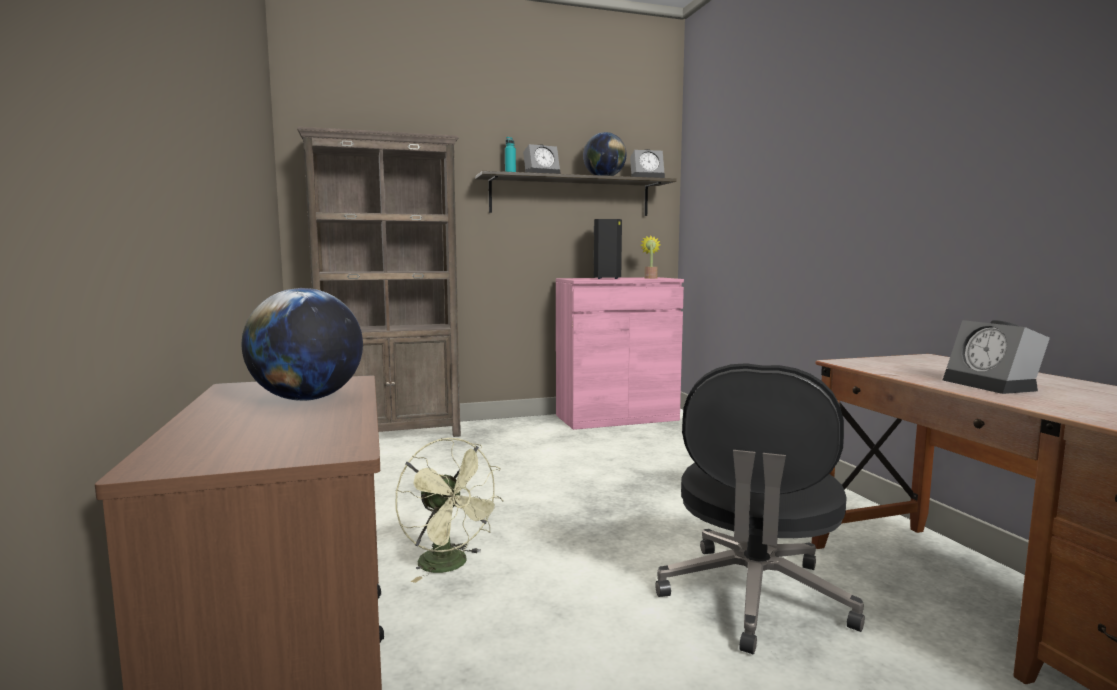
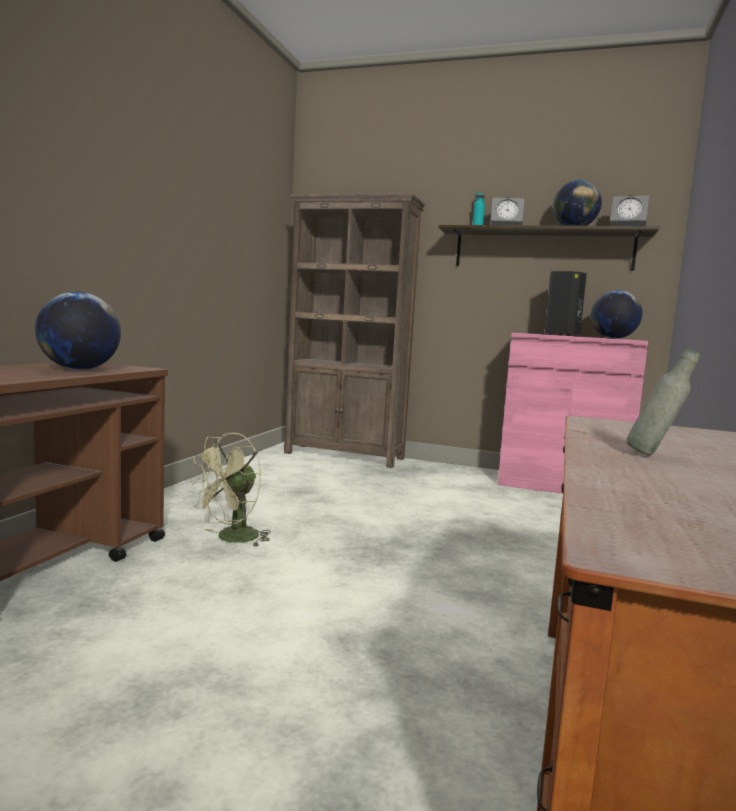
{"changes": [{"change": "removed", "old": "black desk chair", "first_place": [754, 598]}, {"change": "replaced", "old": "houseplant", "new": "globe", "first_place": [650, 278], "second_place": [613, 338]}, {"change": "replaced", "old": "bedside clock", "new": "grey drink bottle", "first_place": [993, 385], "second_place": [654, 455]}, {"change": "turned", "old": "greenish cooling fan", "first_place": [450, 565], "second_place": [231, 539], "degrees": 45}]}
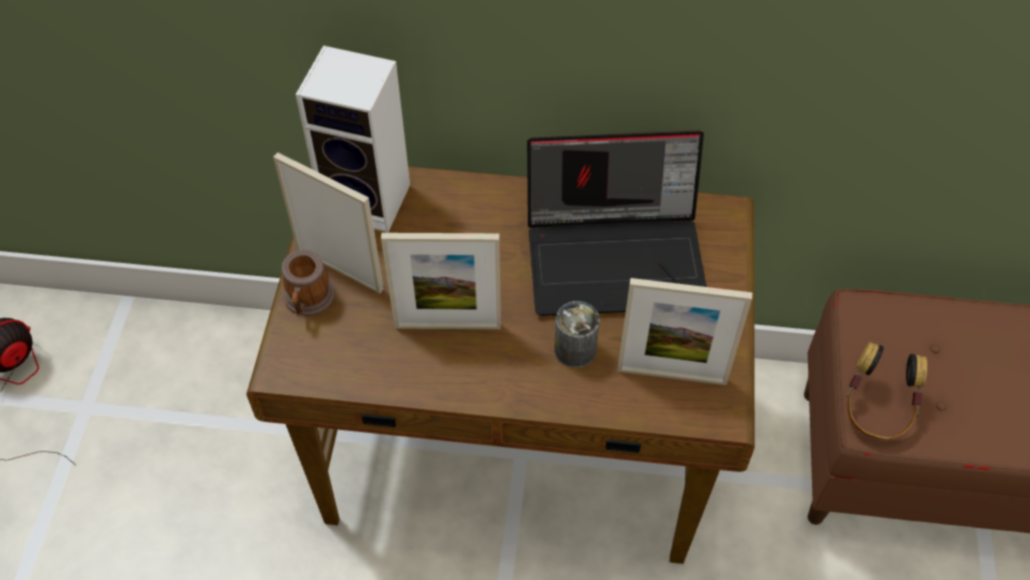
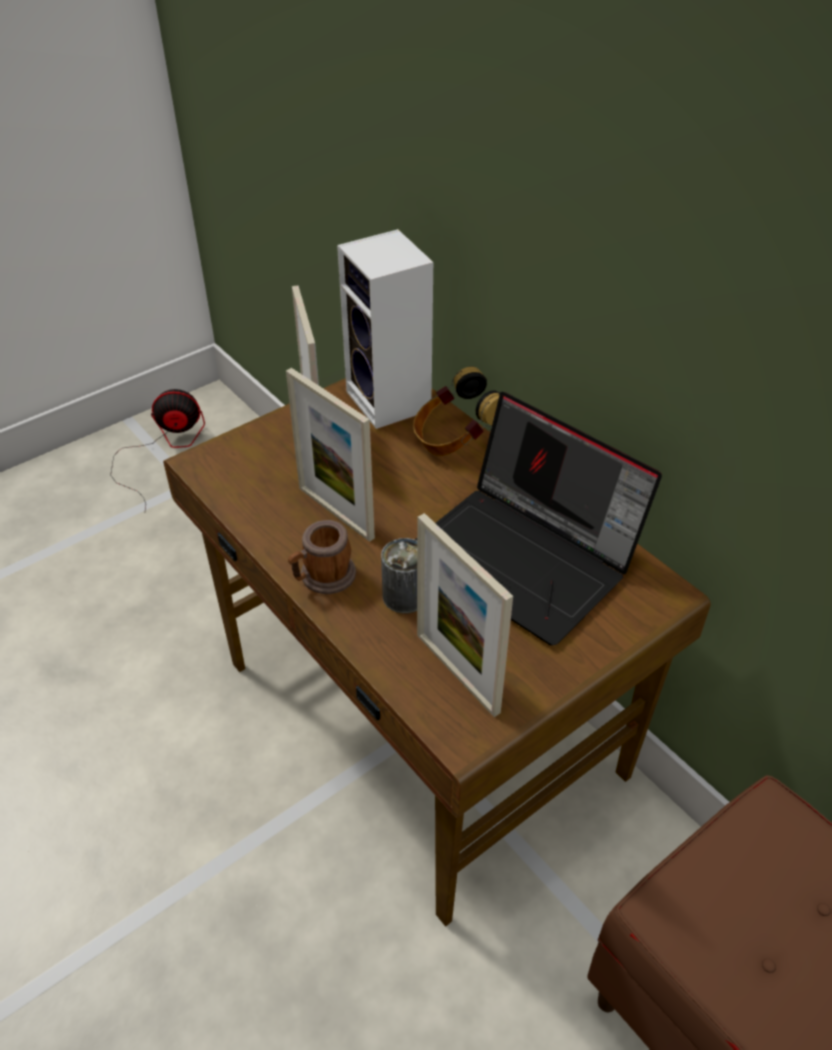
{"changes": [{"change": "moved", "old": "coffee mug", "first_place": [308, 301], "second_place": [323, 577]}, {"change": "moved", "old": "pair of headphones", "first_place": [876, 410], "second_place": [455, 439]}]}
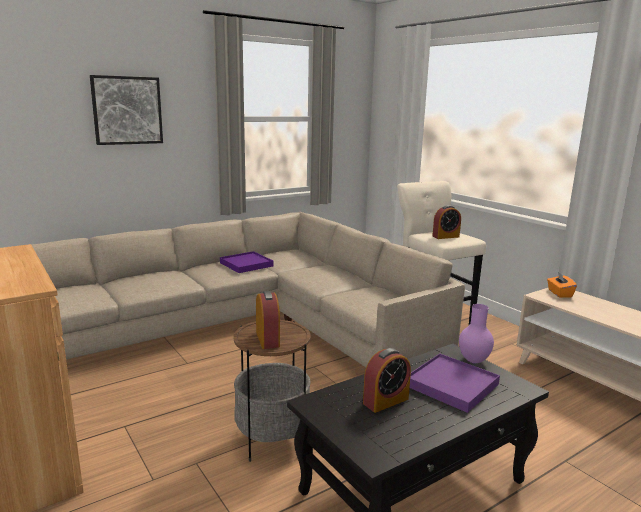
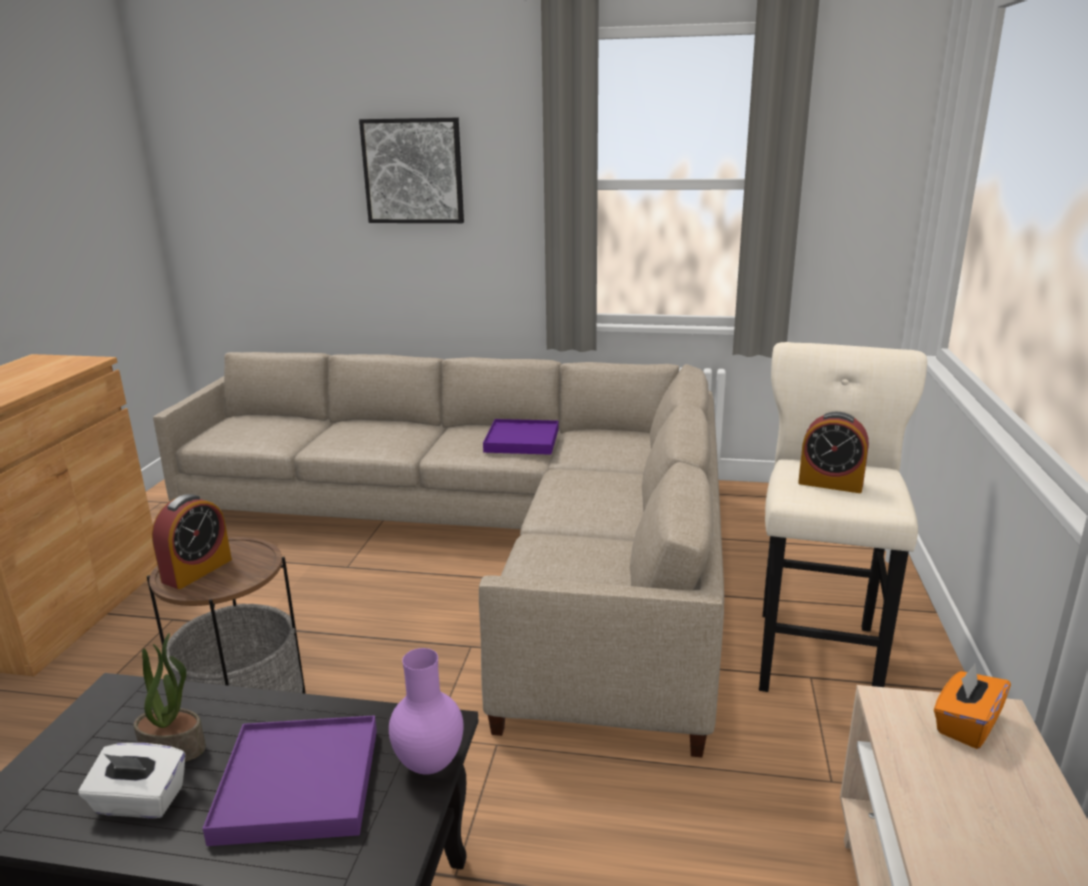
{"changes": [{"change": "added", "new": "whitish tissue box", "second_place": [139, 802]}, {"change": "replaced", "old": "bedside clock", "new": "houseplant", "first_place": [386, 401], "second_place": [174, 747]}]}
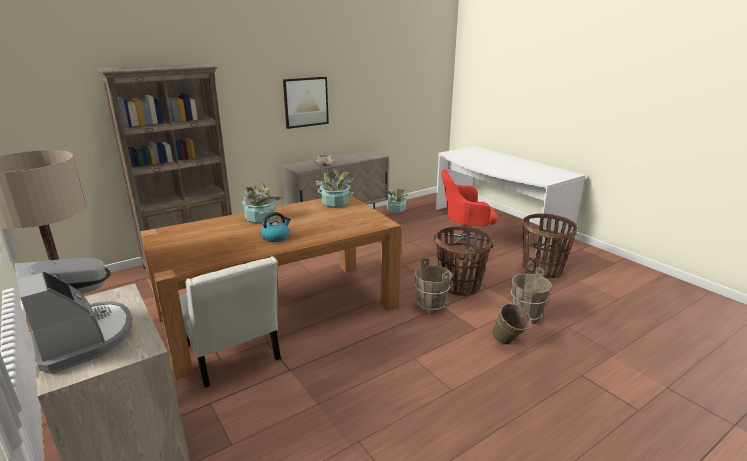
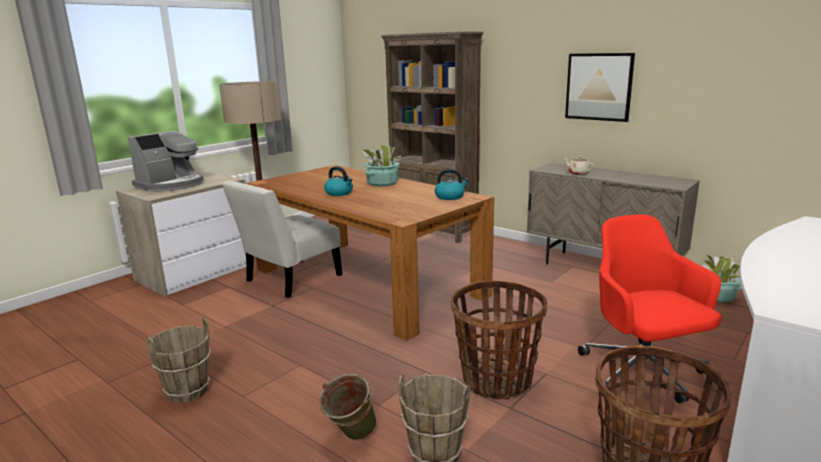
{"changes": [{"change": "moved", "old": "brownish water bucket", "first_place": [430, 307], "second_place": [187, 391]}, {"change": "replaced", "old": "houseplant", "new": "kettle", "first_place": [335, 203], "second_place": [450, 197]}]}
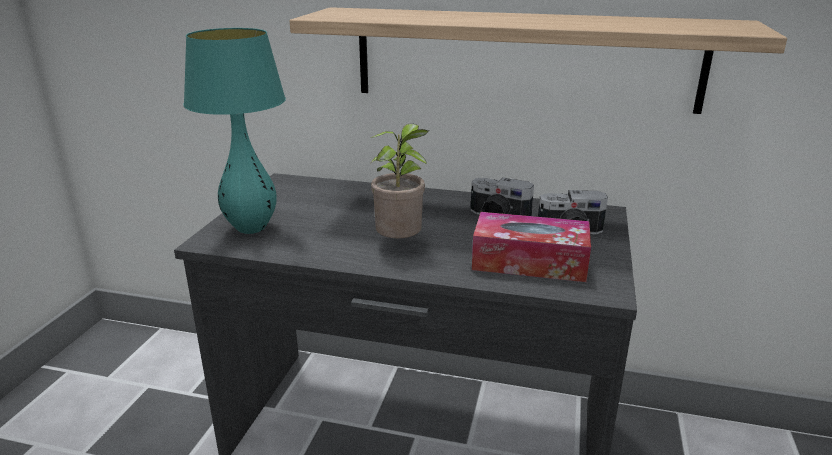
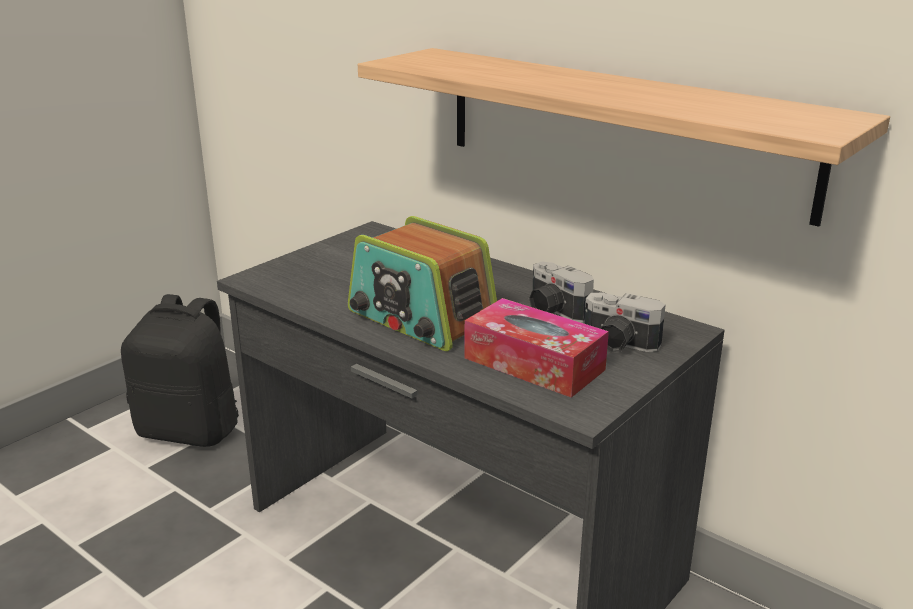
{"changes": [{"change": "removed", "old": "blue-green tabletop lamp", "first_place": [250, 228]}, {"change": "added", "new": "black rucksack", "second_place": [191, 430]}, {"change": "replaced", "old": "houseplant", "new": "radio set", "first_place": [401, 244], "second_place": [421, 318]}]}
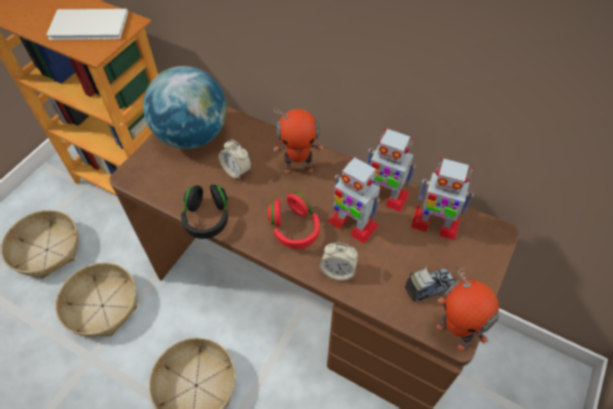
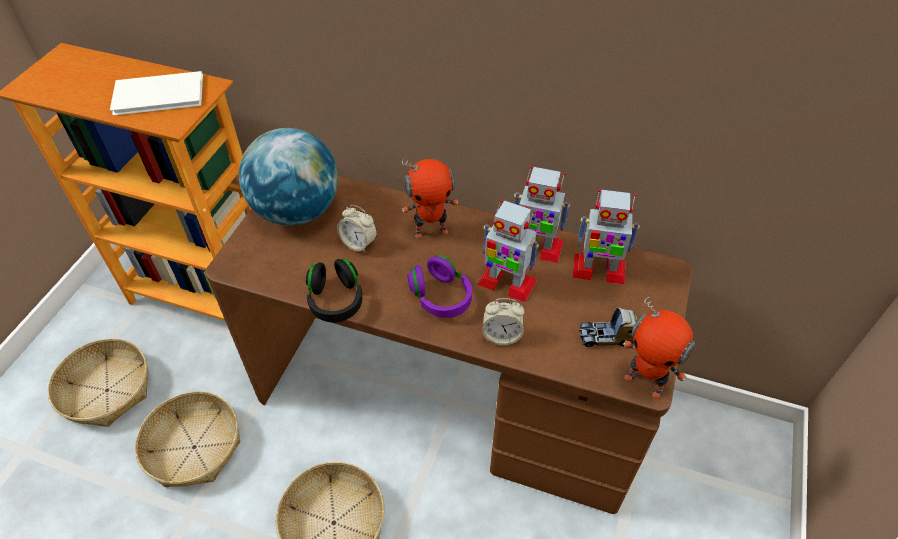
{"changes": [{"change": "recoloured", "old": "reddish pair of headphones", "new": "purple pair of headphones", "first_place": [294, 228], "second_place": [440, 297]}, {"change": "turned", "old": "model truck", "first_place": [429, 287], "second_place": [607, 337], "degrees": -150}]}
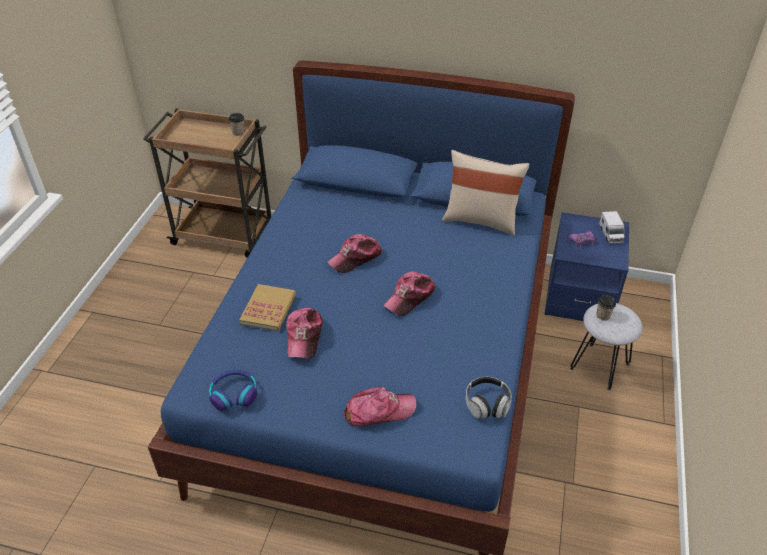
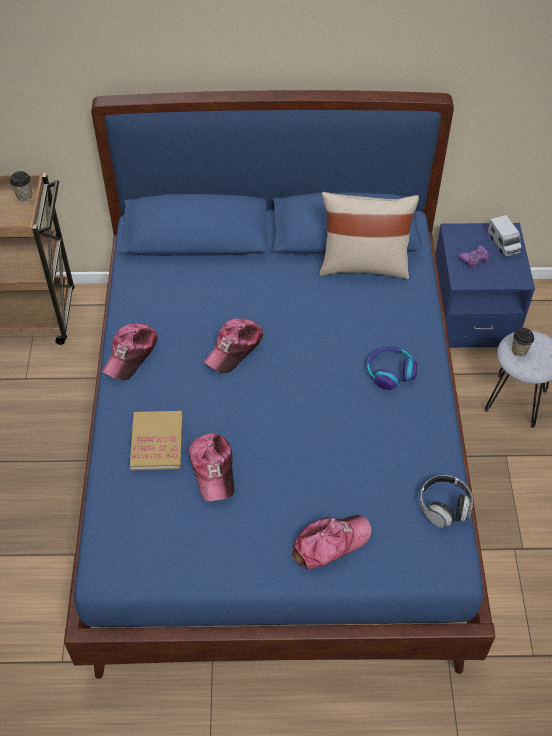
{"changes": [{"change": "moved", "old": "pair of headphones", "first_place": [234, 394], "second_place": [390, 371]}, {"change": "moved", "old": "baseball cap", "first_place": [410, 297], "second_place": [131, 355]}]}
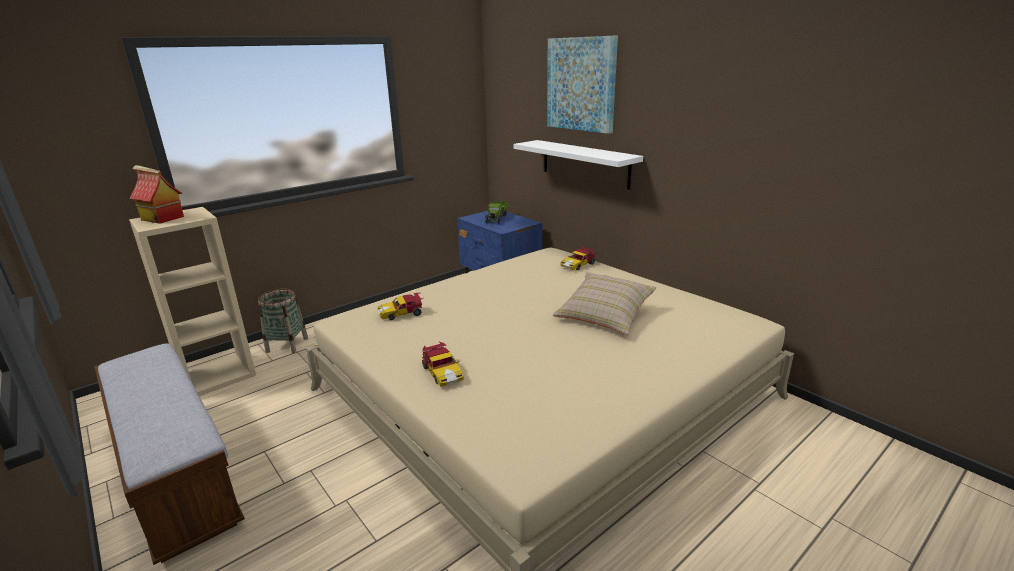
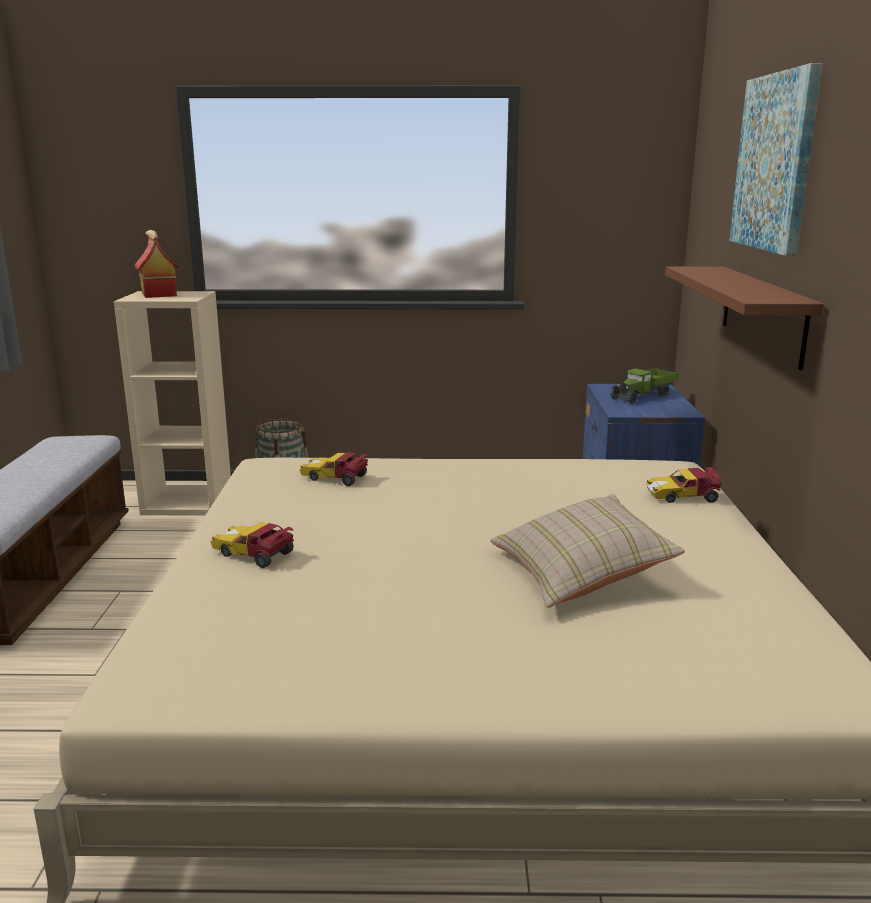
{"changes": [{"change": "recoloured", "old": "whitish wall shelf", "new": "brownish wall shelf", "first_place": [584, 163], "second_place": [762, 313]}, {"change": "turned", "old": "toy car", "first_place": [442, 373], "second_place": [255, 554], "degrees": 105}]}
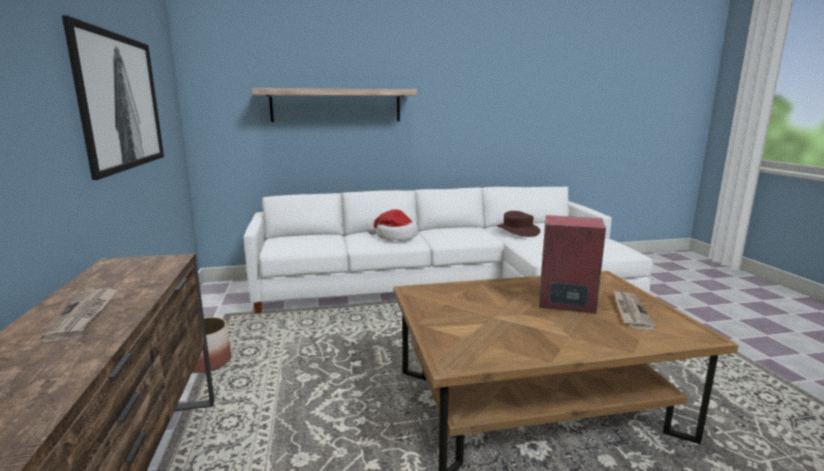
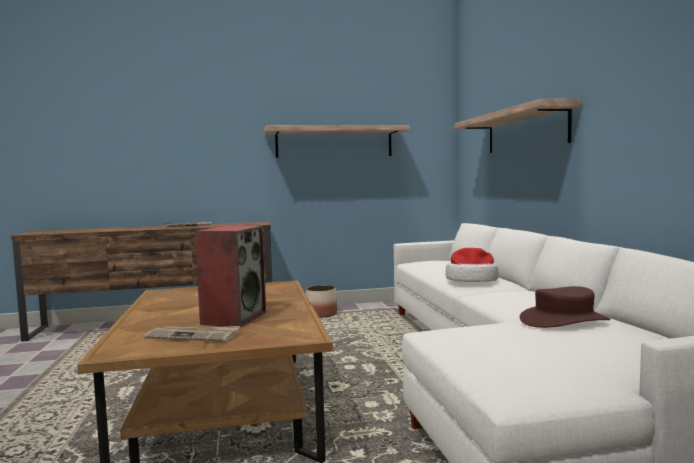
{"changes": [{"change": "replaced", "old": "picture", "new": "wall shelf", "first_place": [121, 102], "second_place": [334, 142]}]}
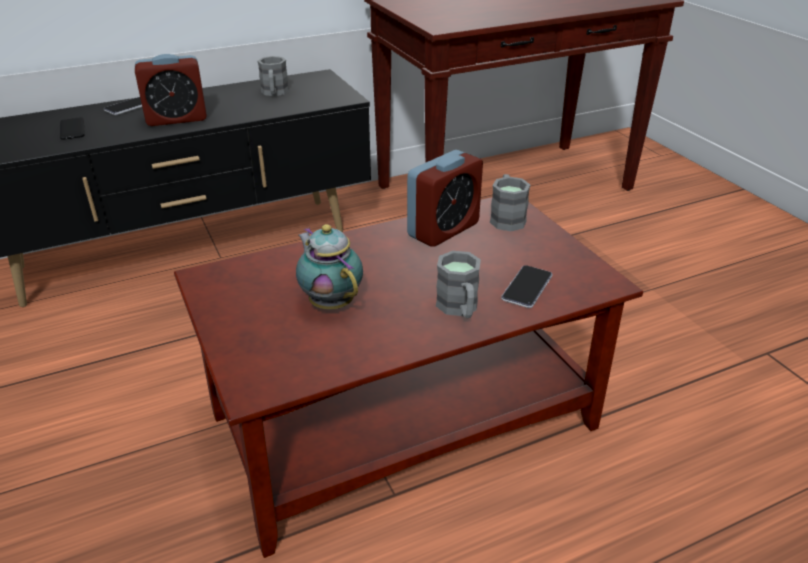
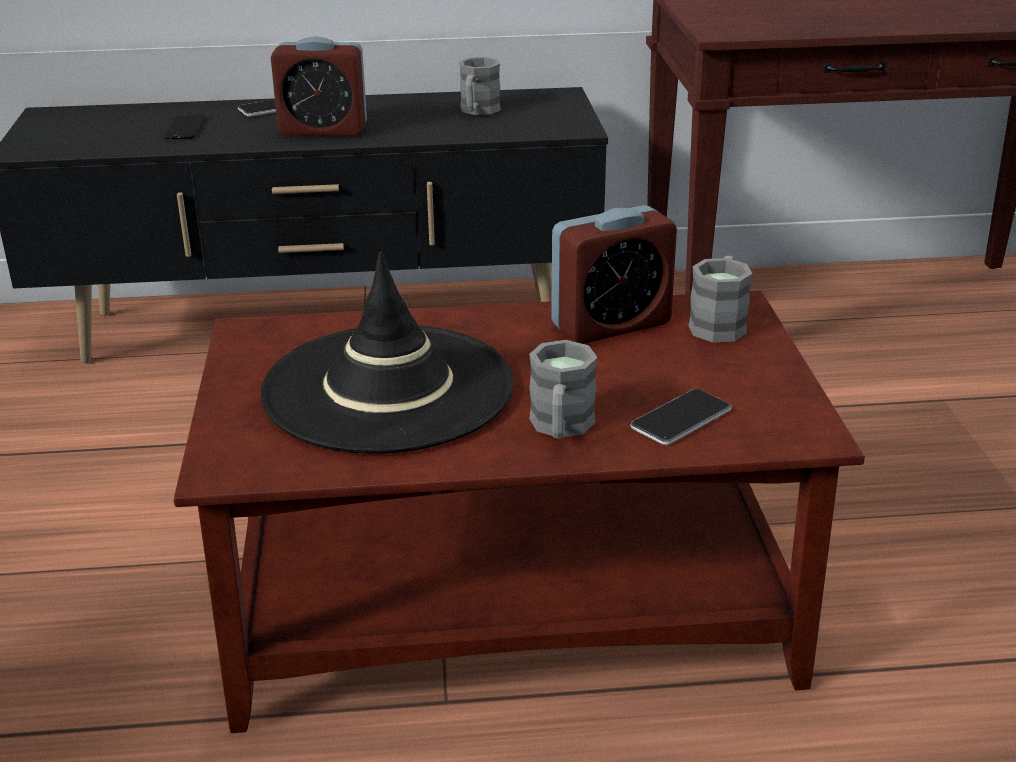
{"changes": [{"change": "replaced", "old": "pot for tea", "new": "black wearable hat", "first_place": [330, 302], "second_place": [388, 389]}]}
